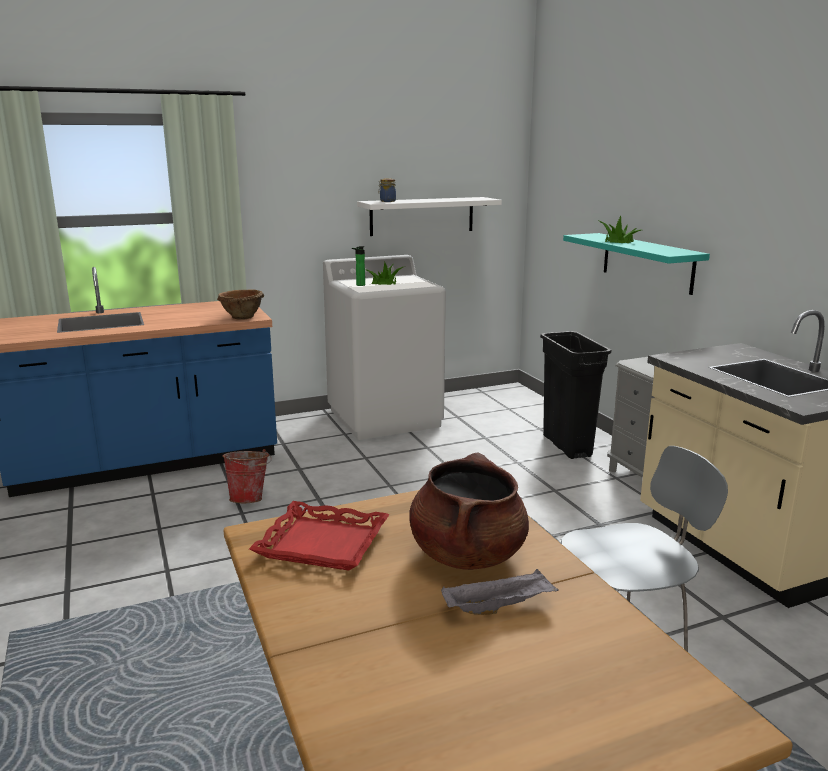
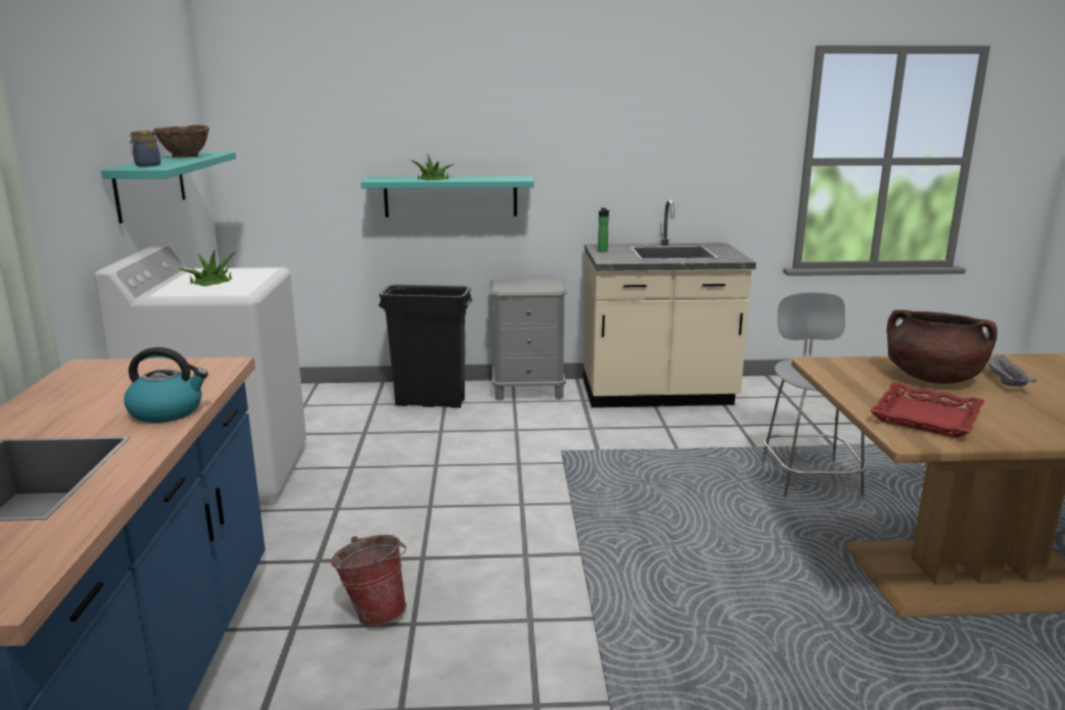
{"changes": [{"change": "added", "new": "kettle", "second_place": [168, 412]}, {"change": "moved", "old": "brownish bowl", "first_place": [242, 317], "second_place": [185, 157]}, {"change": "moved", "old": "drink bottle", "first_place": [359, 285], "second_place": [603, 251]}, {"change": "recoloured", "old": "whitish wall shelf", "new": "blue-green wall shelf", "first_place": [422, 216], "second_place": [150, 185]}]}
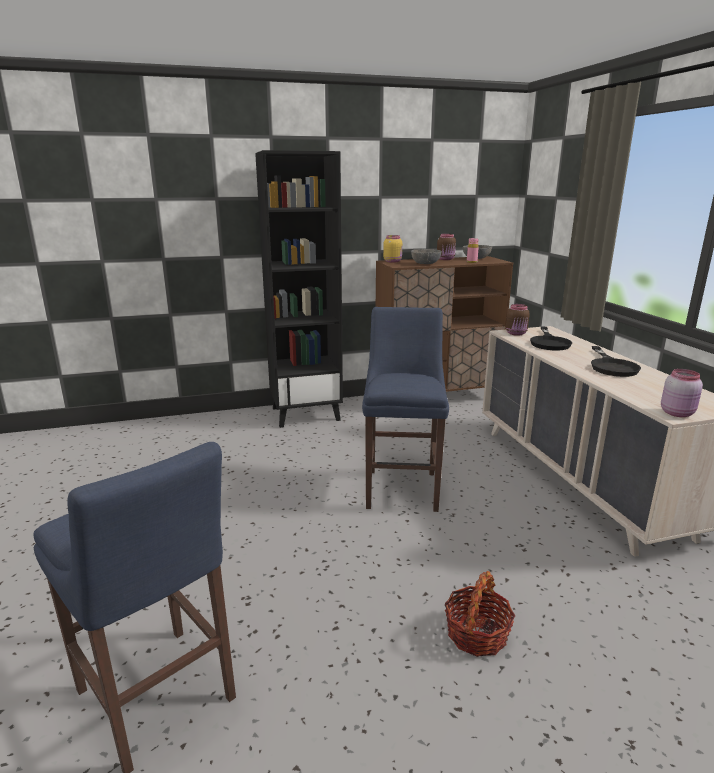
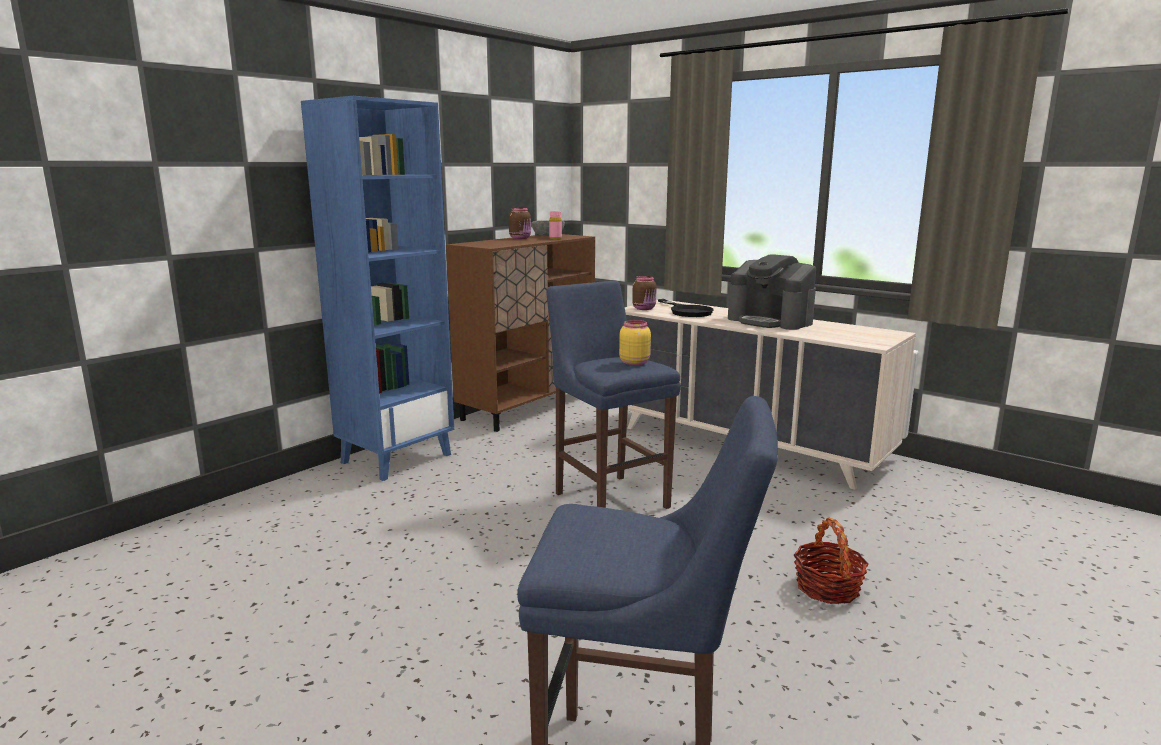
{"changes": [{"change": "removed", "old": "grey bowl", "first_place": [425, 263]}, {"change": "removed", "old": "pinkish storage jar", "first_place": [678, 413]}, {"change": "moved", "old": "yellow-coloured storage jar", "first_place": [393, 261], "second_place": [634, 362]}, {"change": "replaced", "old": "black frying pan", "new": "coffee maker", "first_place": [611, 366], "second_place": [770, 321]}, {"change": "recoloured", "old": "black shelving unit", "new": "bluish shelving unit", "first_place": [306, 413], "second_place": [396, 458]}]}
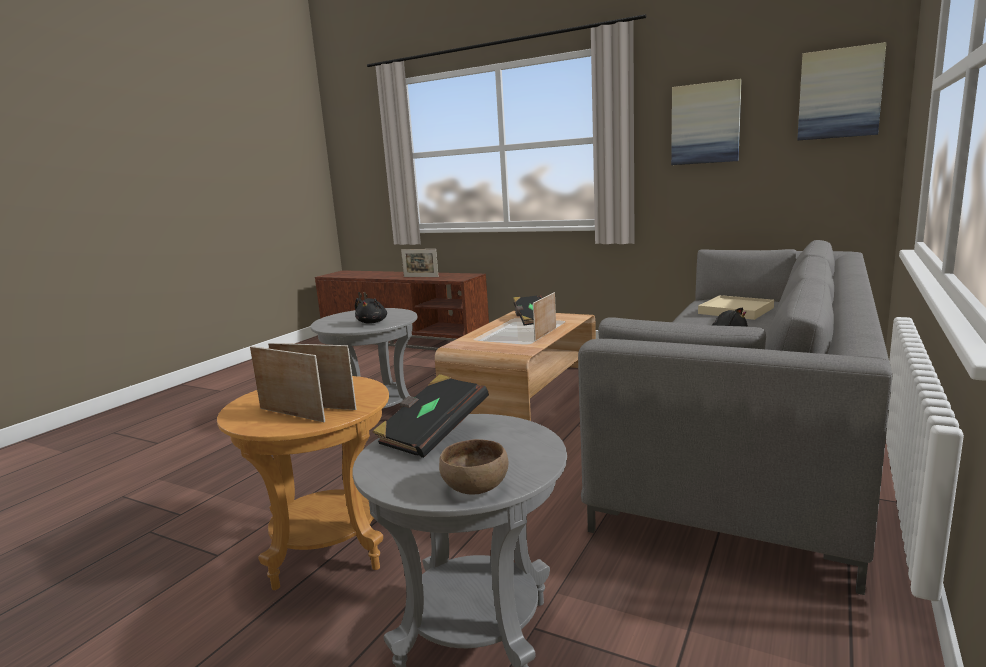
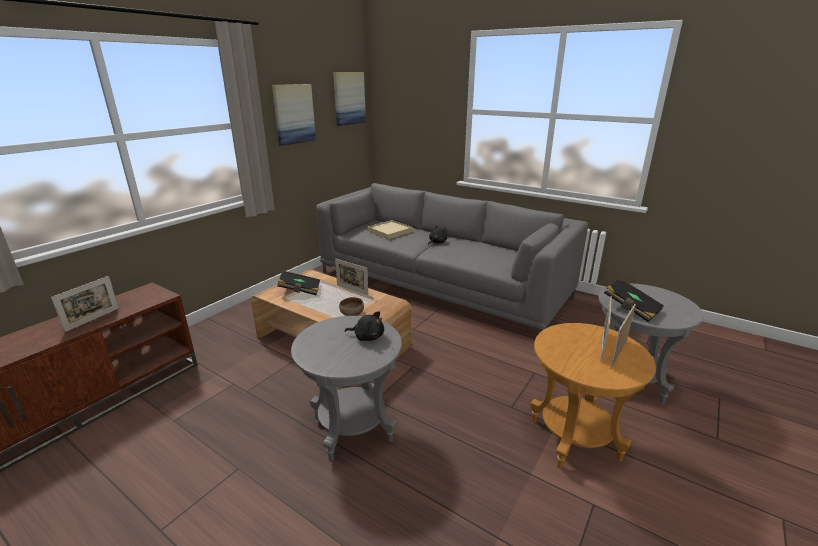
{"changes": [{"change": "moved", "old": "brownish bowl", "first_place": [474, 487], "second_place": [351, 314]}]}
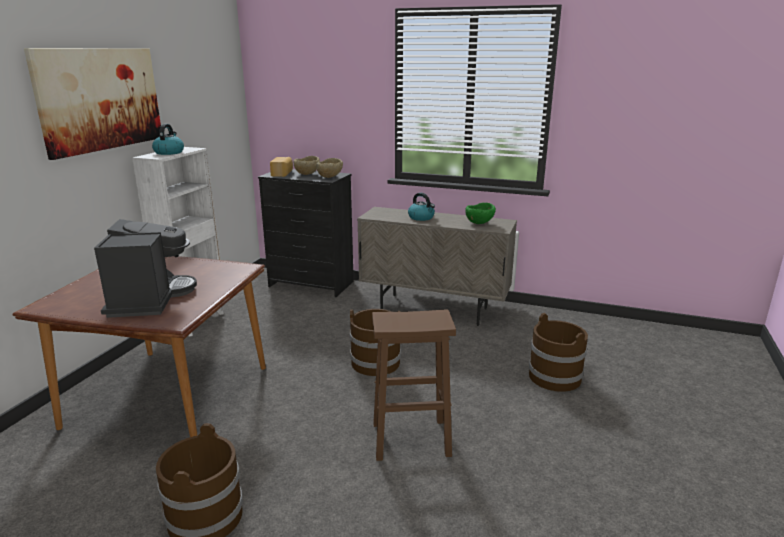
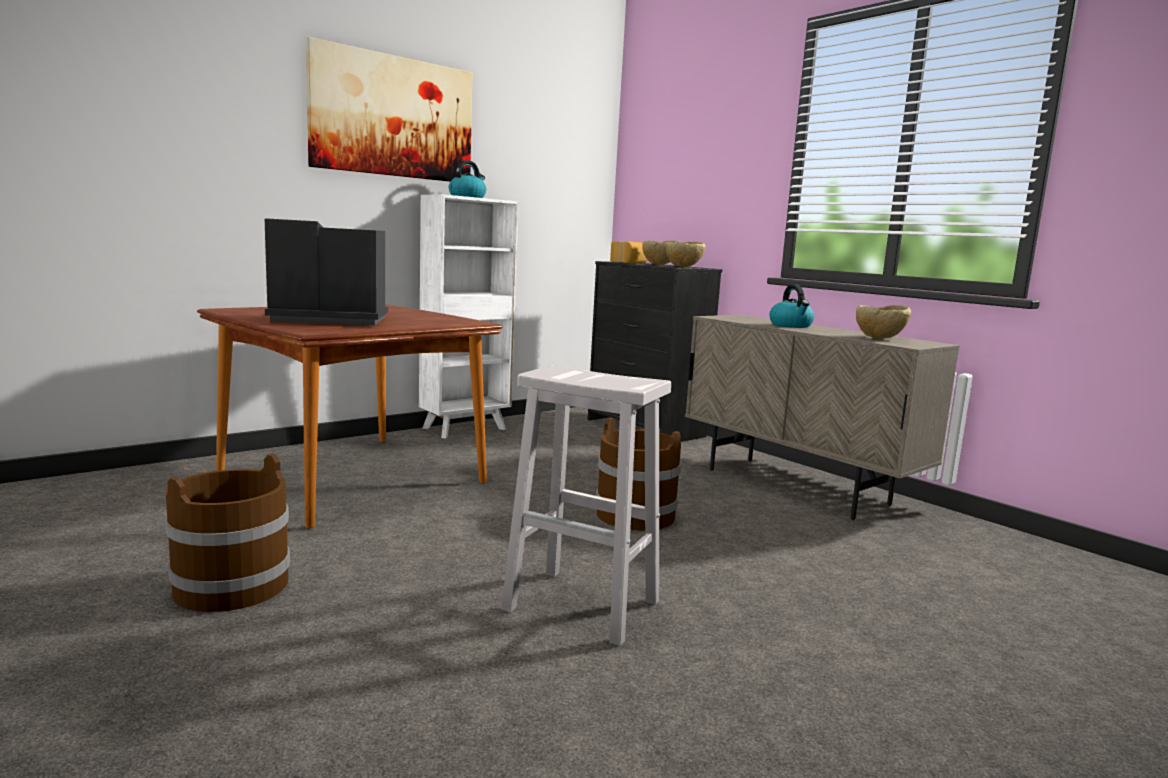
{"changes": [{"change": "removed", "old": "brownish water bucket", "first_place": [554, 377]}, {"change": "recoloured", "old": "brownish sitting stool", "new": "whitish sitting stool", "first_place": [412, 439], "second_place": [584, 606]}, {"change": "recoloured", "old": "greenish bowl", "new": "sand-coloured bowl", "first_place": [479, 224], "second_place": [879, 338]}, {"change": "turned", "old": "coffee maker", "first_place": [149, 299], "second_place": [327, 320], "degrees": -120}]}
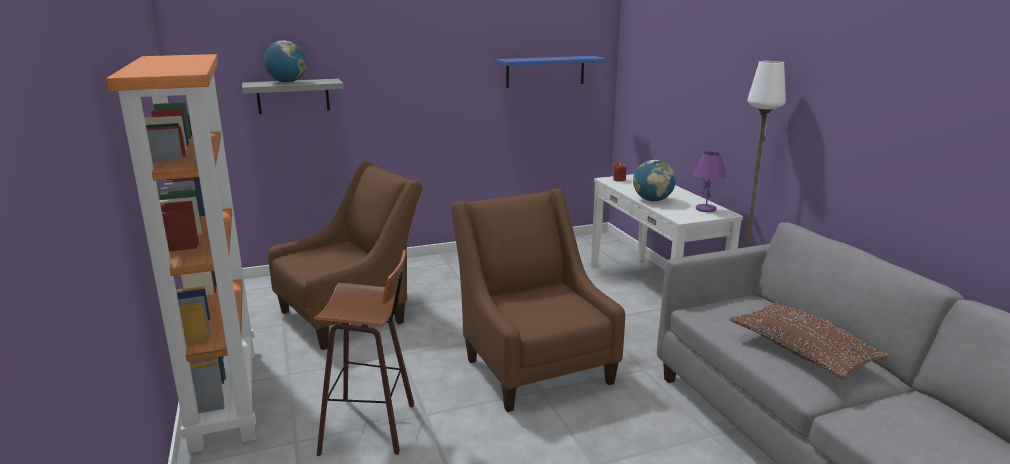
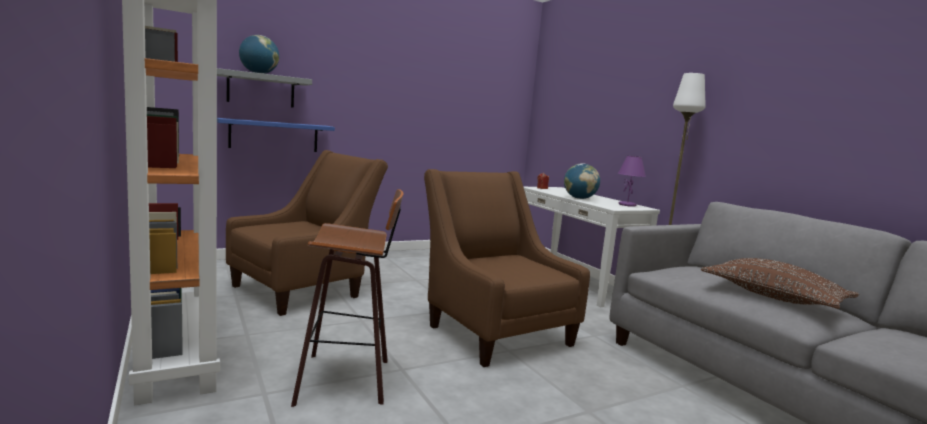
{"changes": [{"change": "moved", "old": "bluish wall shelf", "first_place": [545, 71], "second_place": [274, 136]}]}
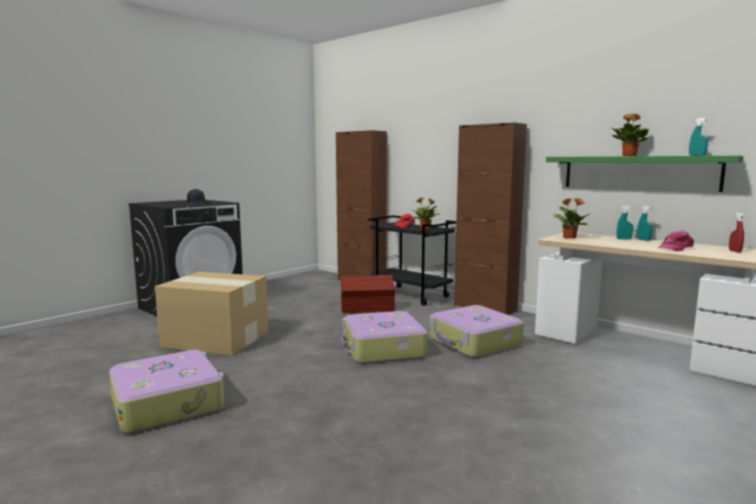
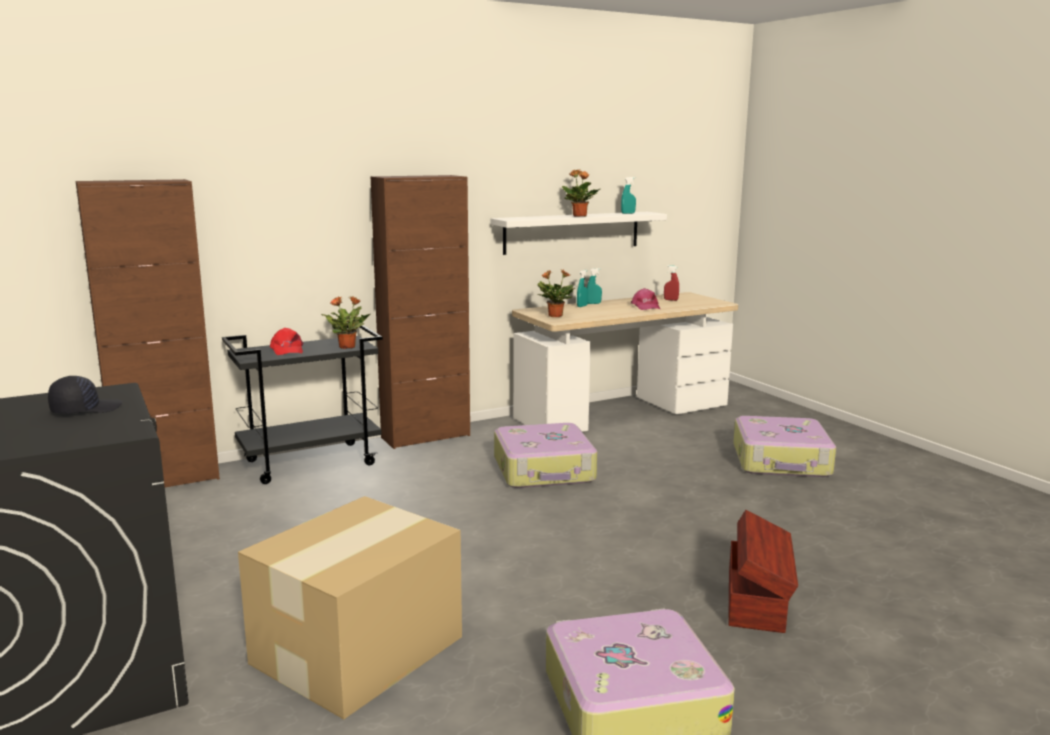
{"changes": [{"change": "moved", "old": "brownish storage bin", "first_place": [368, 309], "second_place": [757, 599]}, {"change": "moved", "old": "travel case", "first_place": [382, 349], "second_place": [781, 461]}, {"change": "recoloured", "old": "greenish wall shelf", "new": "whitish wall shelf", "first_place": [638, 172], "second_place": [572, 232]}]}
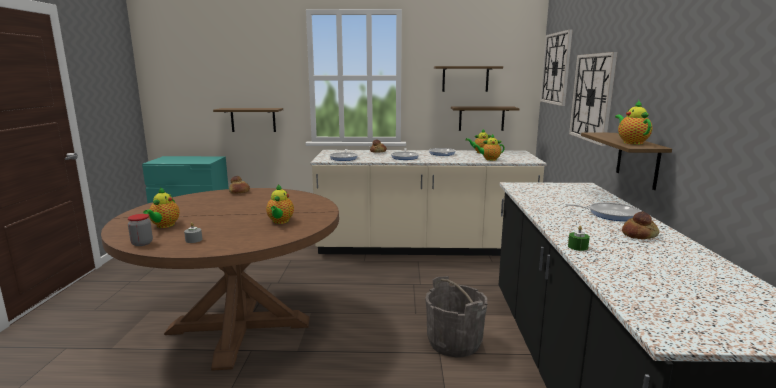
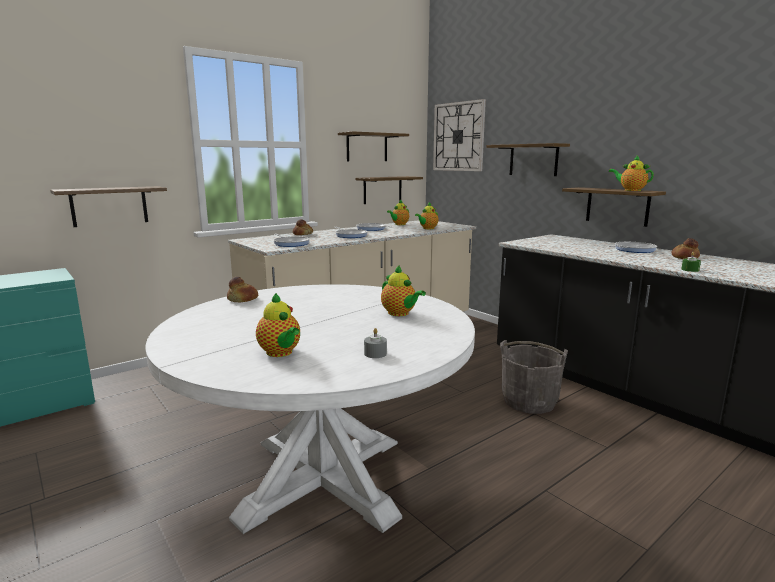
{"changes": [{"change": "removed", "old": "storage jar", "first_place": [142, 243]}, {"change": "replaced", "old": "hanging clock", "new": "wall shelf", "first_place": [592, 97], "second_place": [533, 160]}, {"change": "recoloured", "old": "brownish dining table", "new": "whitish dining table", "first_place": [239, 326], "second_place": [323, 477]}]}
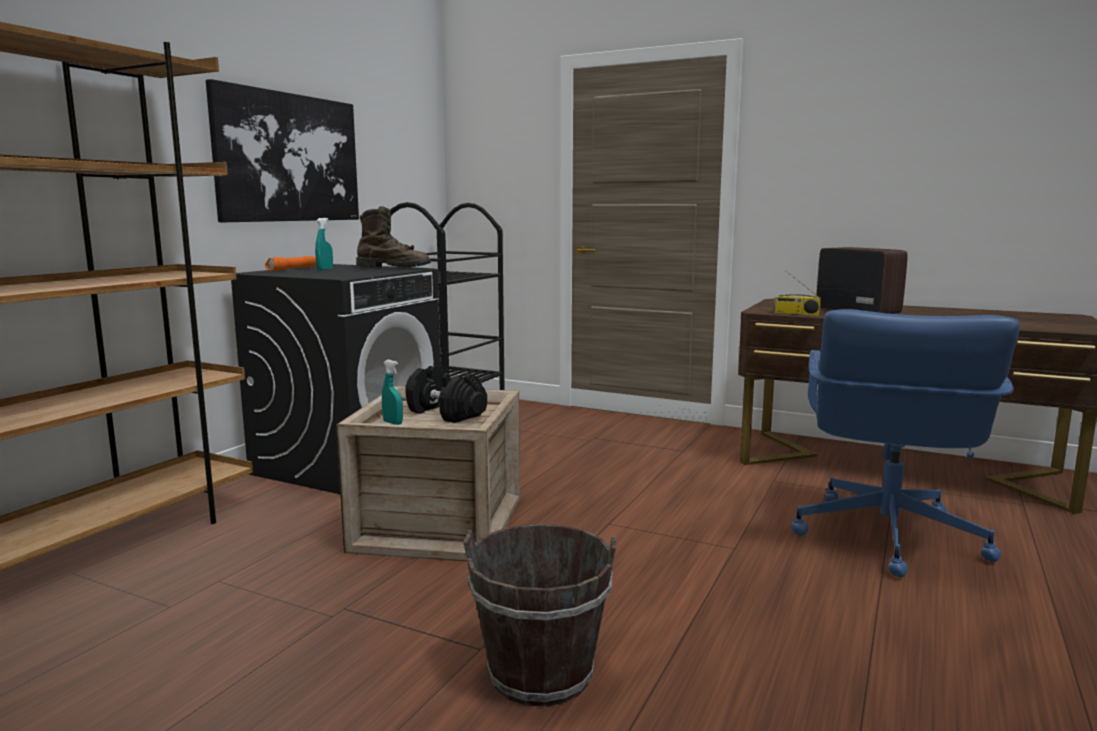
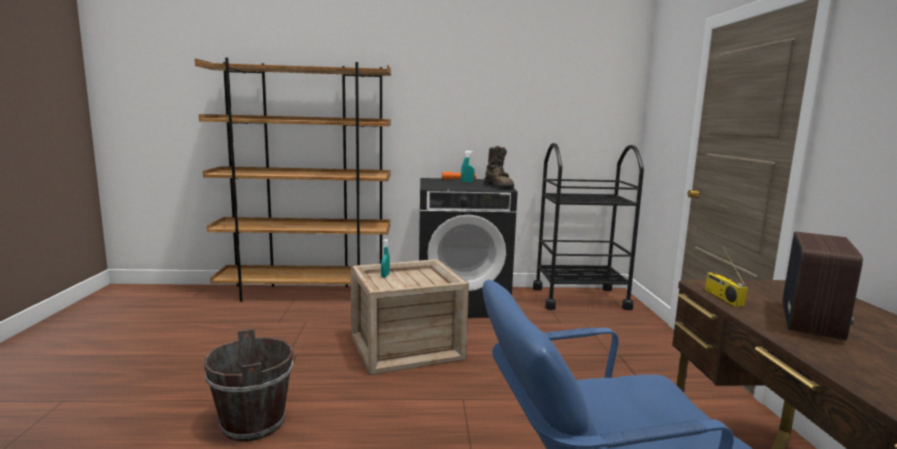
{"changes": [{"change": "removed", "old": "picture", "first_place": [288, 158]}, {"change": "removed", "old": "black free weight", "first_place": [446, 413]}]}
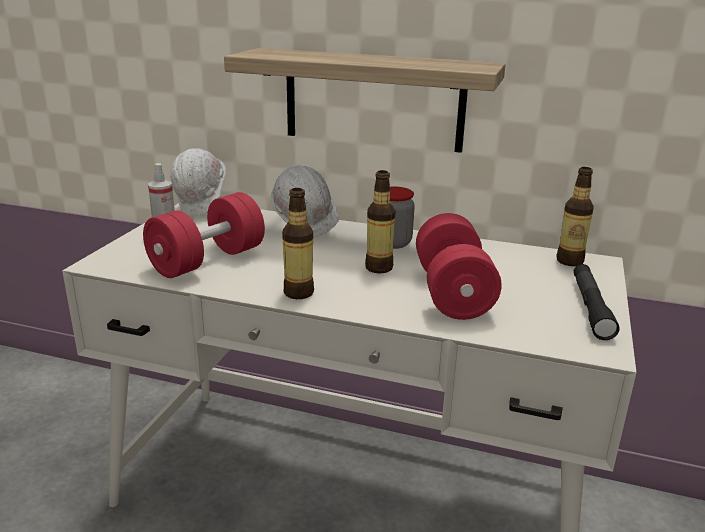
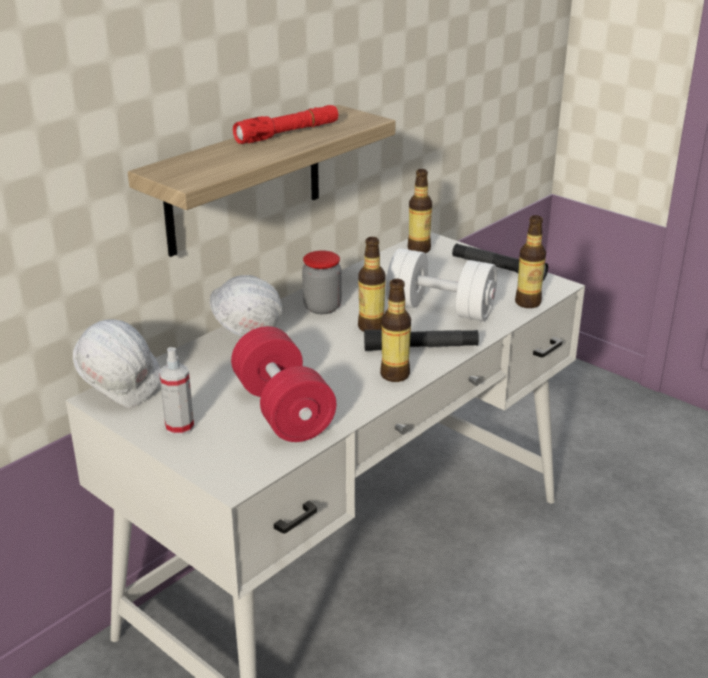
{"changes": [{"change": "added", "new": "reddish hand torch", "second_place": [288, 134]}, {"change": "added", "new": "black hand torch", "second_place": [420, 348]}, {"change": "added", "new": "drink bottle", "second_place": [528, 303]}, {"change": "recoloured", "old": "reddish free weight", "new": "whitish free weight", "first_place": [452, 292], "second_place": [440, 309]}]}
